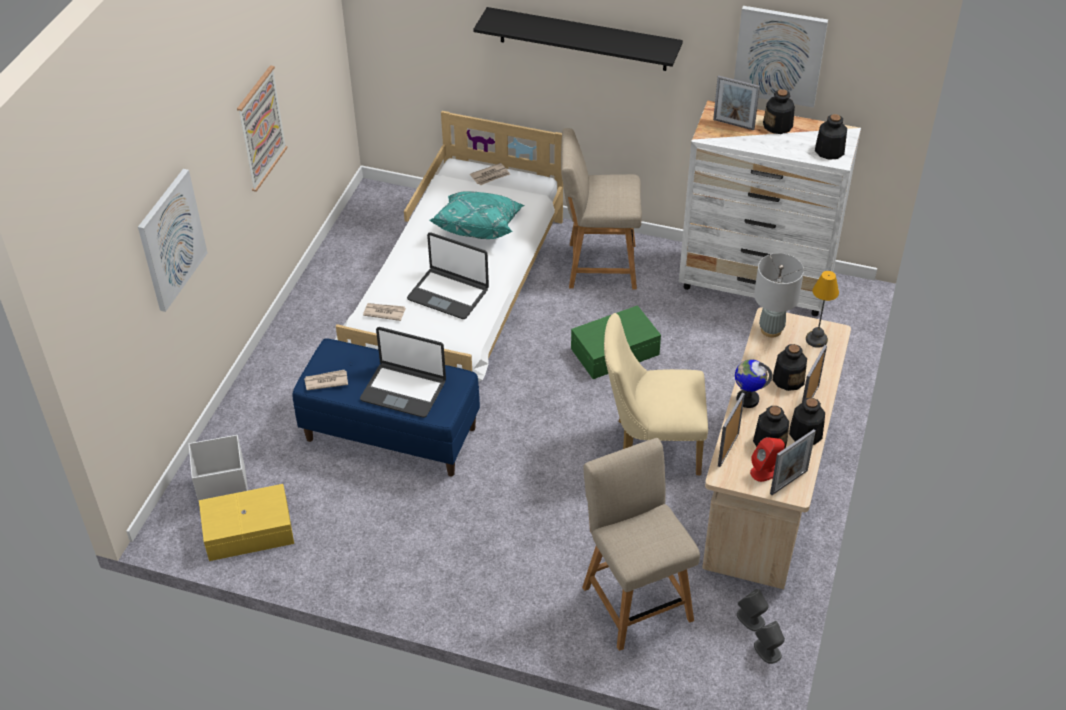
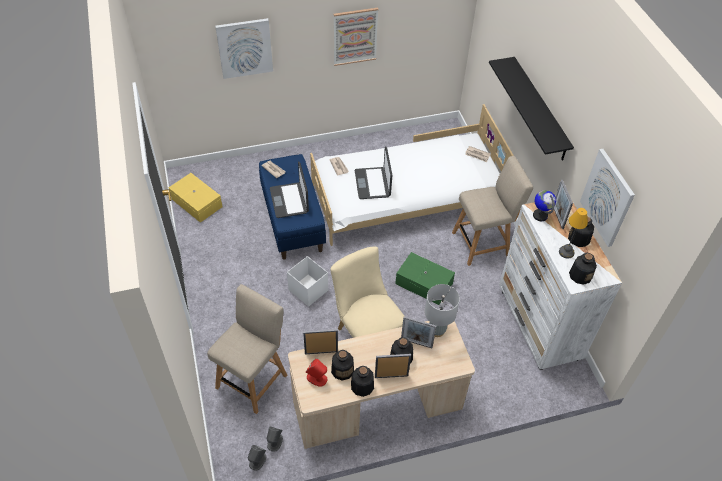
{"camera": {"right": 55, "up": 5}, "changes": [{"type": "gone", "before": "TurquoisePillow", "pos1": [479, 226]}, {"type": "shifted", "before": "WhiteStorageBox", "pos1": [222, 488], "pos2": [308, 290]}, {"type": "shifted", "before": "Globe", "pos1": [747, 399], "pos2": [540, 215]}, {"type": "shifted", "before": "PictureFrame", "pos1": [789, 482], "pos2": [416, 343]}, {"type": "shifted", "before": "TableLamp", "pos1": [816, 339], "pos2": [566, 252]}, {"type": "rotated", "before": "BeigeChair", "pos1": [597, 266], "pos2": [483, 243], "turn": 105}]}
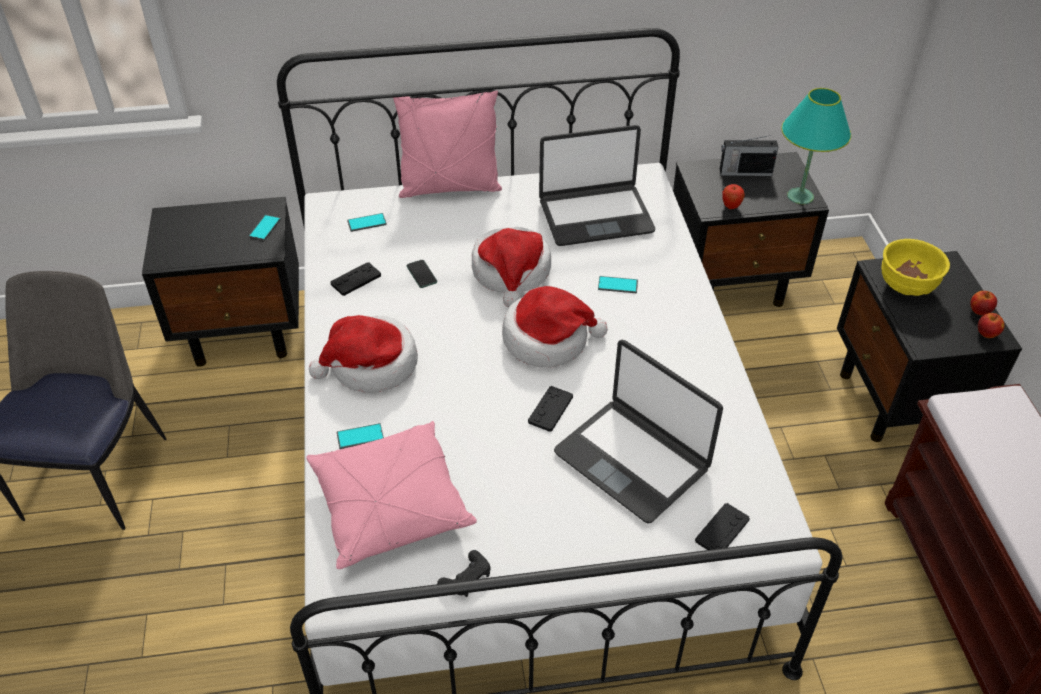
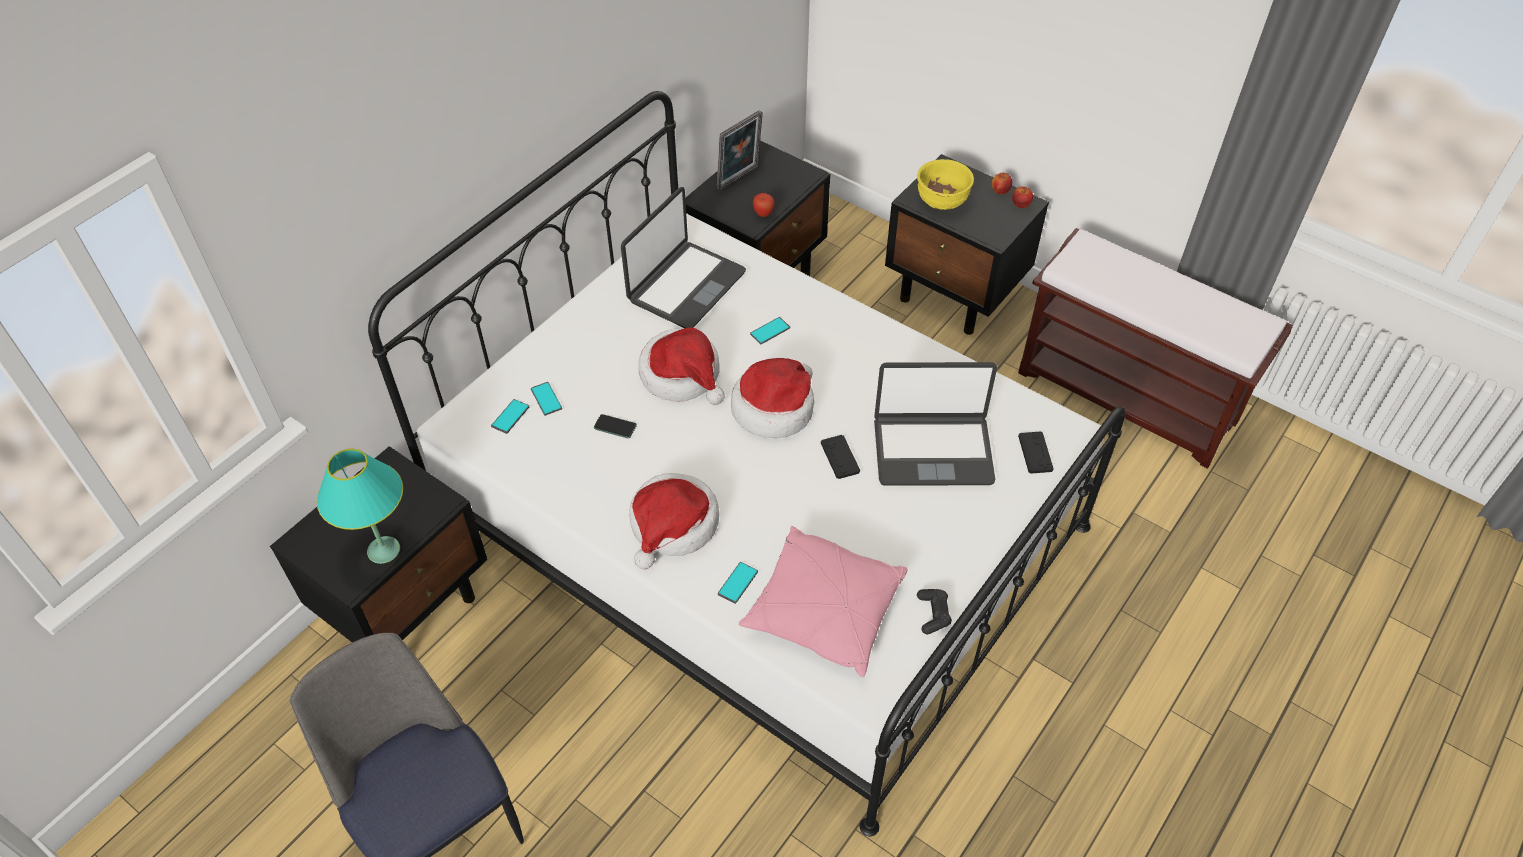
{"camera": {"right": -45, "up": 5}, "changes": [{"type": "gone", "before": "BlackGameController", "pos1": [356, 280]}, {"type": "gone", "before": "PinkPillow", "pos1": [450, 187]}, {"type": "shifted", "before": "Phone", "pos1": [265, 228], "pos2": [546, 399]}, {"type": "shifted", "before": "TurquoiseTableLamp", "pos1": [800, 196], "pos2": [383, 550]}, {"type": "swapped", "before": "Radio", "after": "PictureFrame", "pos1": [744, 172], "pos2": [739, 179]}]}
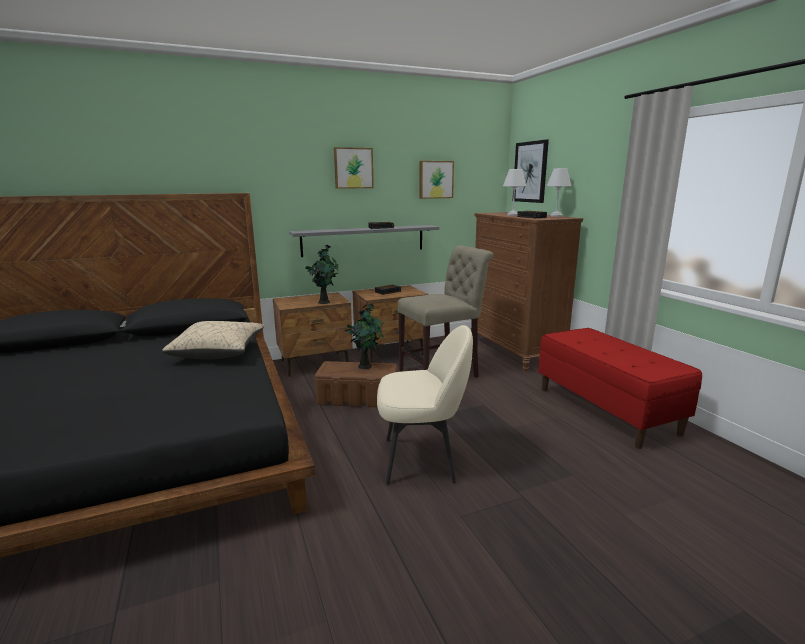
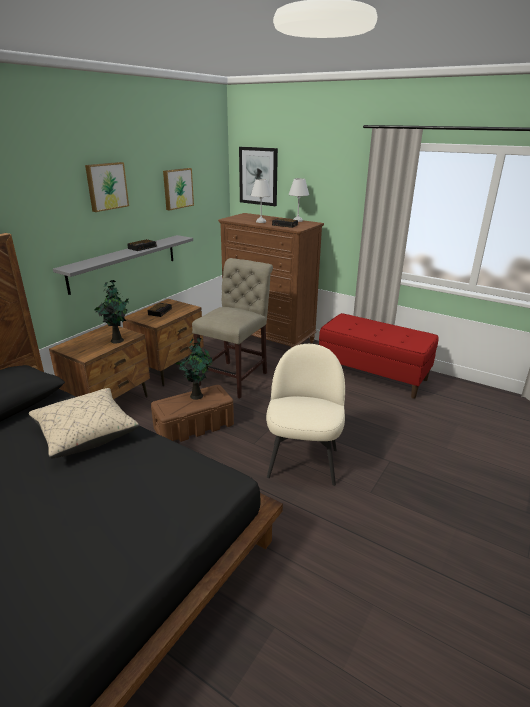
{"camera": {"right": -35, "up": 10}, "changes": [{"type": "rotated", "before": "BeigeChair", "pos1": [421, 459], "pos2": [303, 461], "turn": -45}]}
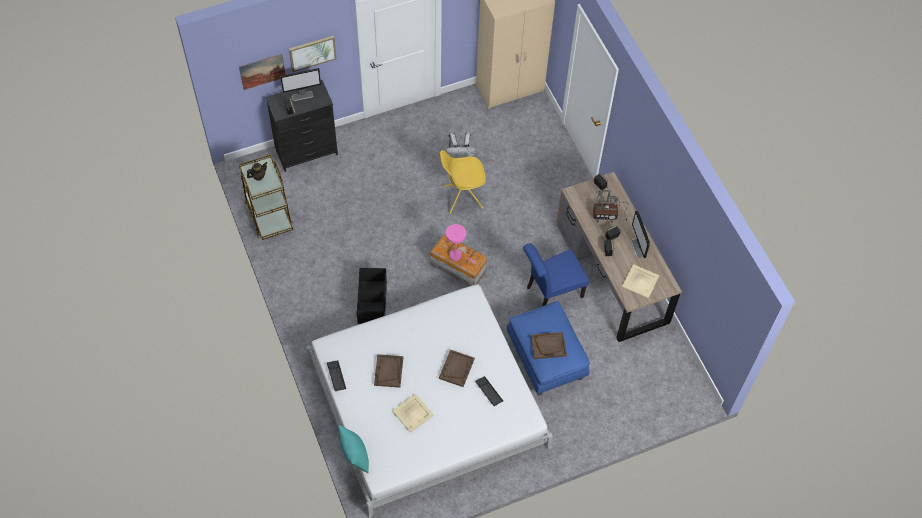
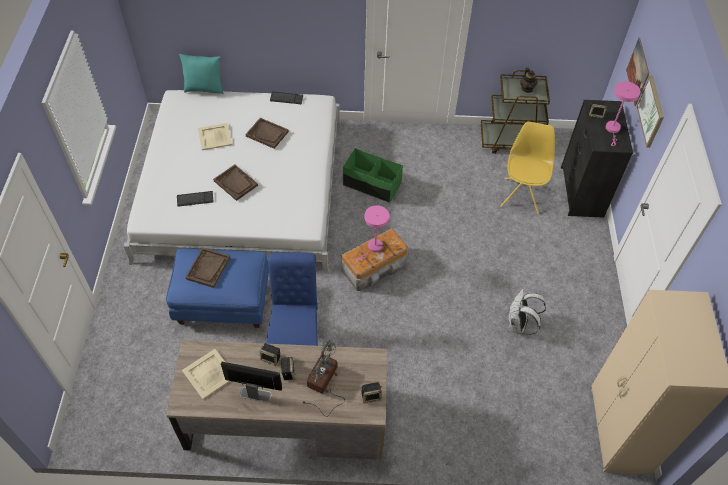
{"camera": {"right": 115, "up": -5}, "changes": [{"type": "shifted", "before": "YellowChair", "pos1": [462, 197], "pos2": [521, 195]}, {"type": "swapped", "before": "Monitor", "after": "PinkTableLamp", "pos1": [302, 96], "pos2": [613, 130]}, {"type": "repainted", "before": "BlackStorageBox", "after": "GreenStorageBox", "pos1": [372, 302], "pos2": [372, 184]}]}
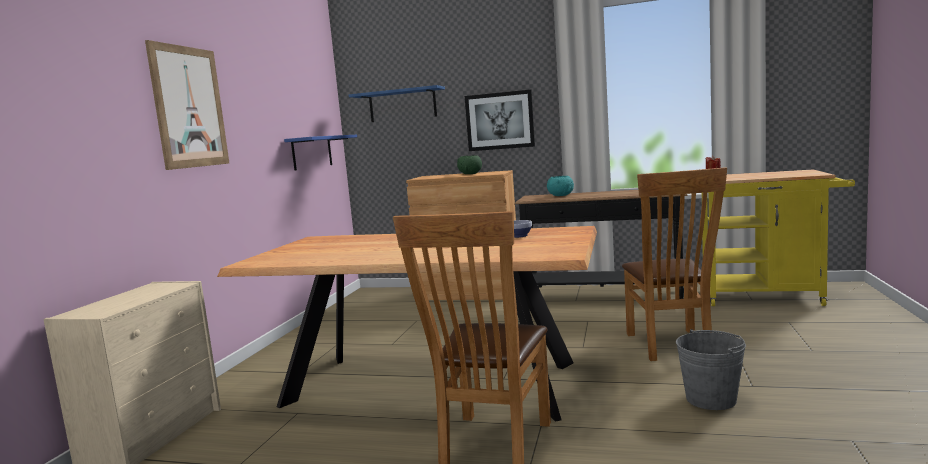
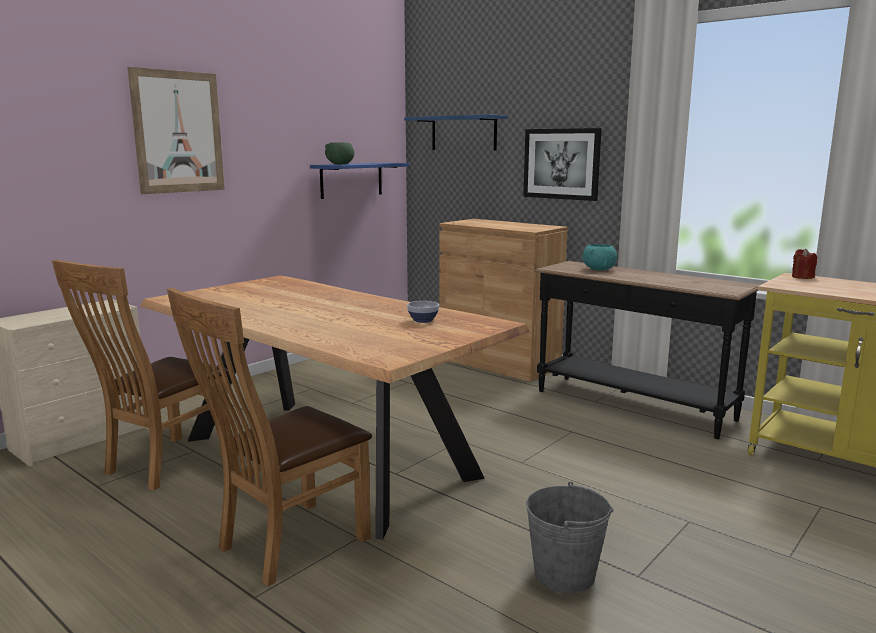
{"camera": {"right": 25, "up": 5}, "changes": [{"type": "shifted", "before": "GreenBowl", "pos1": [470, 174], "pos2": [340, 164]}, {"type": "shifted", "before": "BrownChair", "pos1": [671, 346], "pos2": [162, 465]}]}
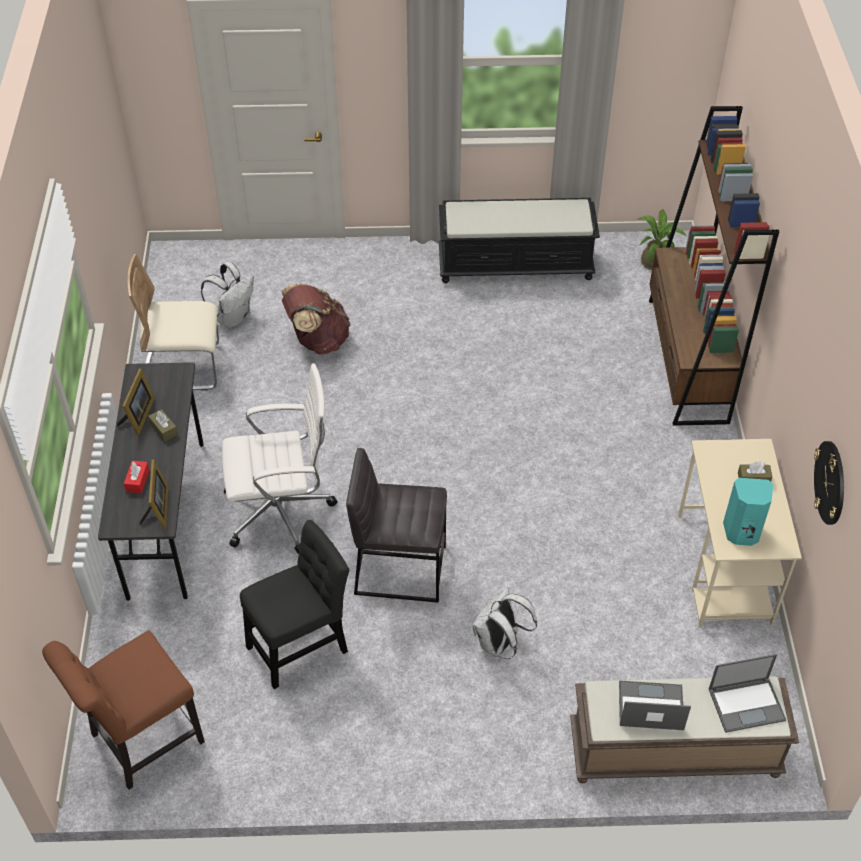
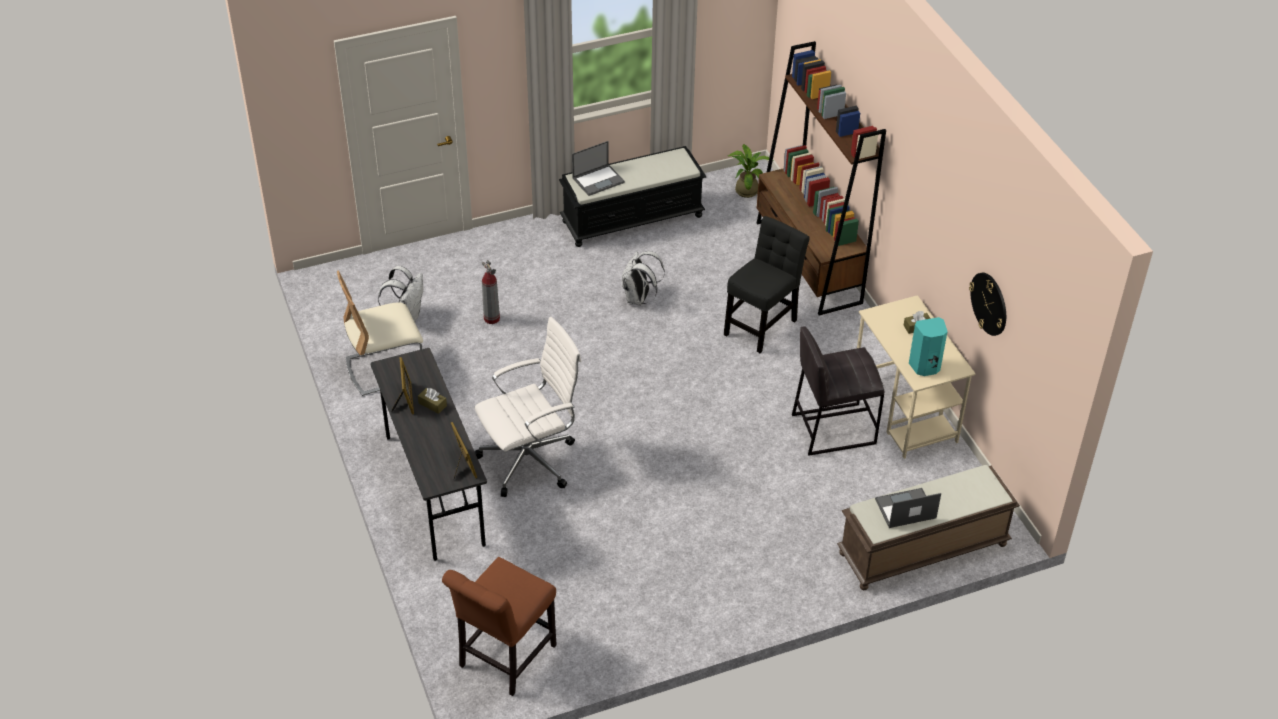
{"camera": {"right": -20, "up": -5}, "changes": [{"type": "gone", "before": "RedTissueBox", "pos1": [137, 481]}, {"type": "shifted", "before": "BlackChair", "pos1": [301, 645], "pos2": [762, 324]}, {"type": "shifted", "before": "GreyStool", "pos1": [399, 569], "pos2": [832, 428]}, {"type": "shifted", "before": "WhiteBackpack", "pos1": [499, 644], "pos2": [639, 299]}, {"type": "shifted", "before": "Laptop", "pos1": [747, 704], "pos2": [598, 180]}, {"type": "swapped", "before": "BrownBackpack", "after": "FireExtinguisher", "pos1": [317, 340], "pos2": [491, 318]}]}
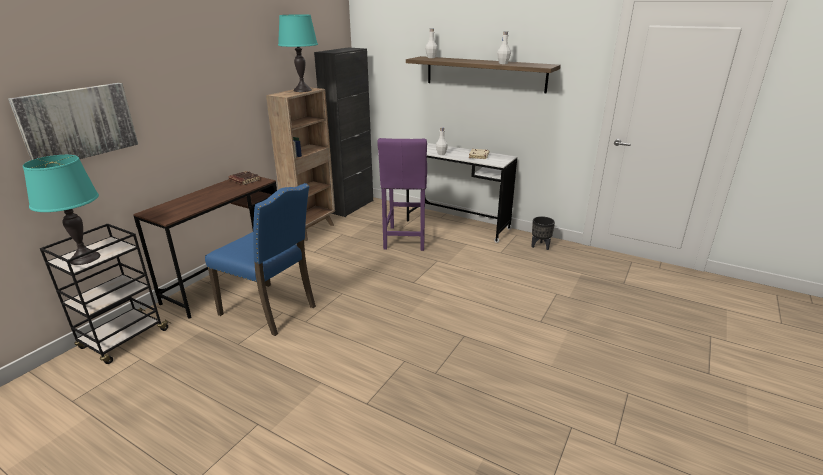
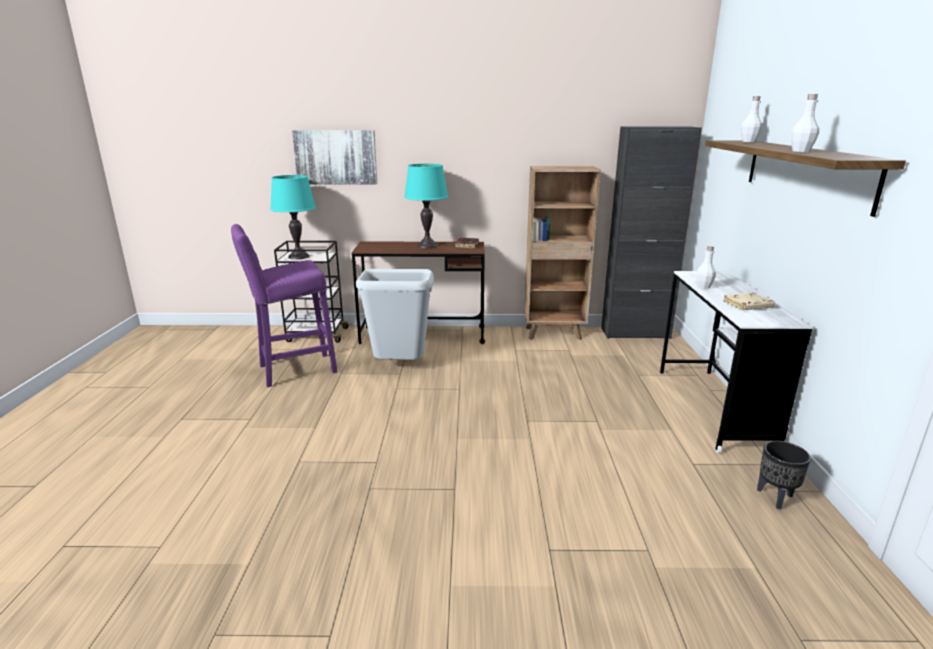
{"camera": {"right": 60, "up": -5}, "changes": [{"type": "shifted", "before": "TurquoiseTableLamp", "pos1": [302, 90], "pos2": [427, 246]}, {"type": "shifted", "before": "PurpleStool", "pos1": [405, 240], "pos2": [293, 370]}, {"type": "swapped", "before": "BlueChair", "after": "GreyTrashCan", "pos1": [271, 310], "pos2": [399, 367]}]}
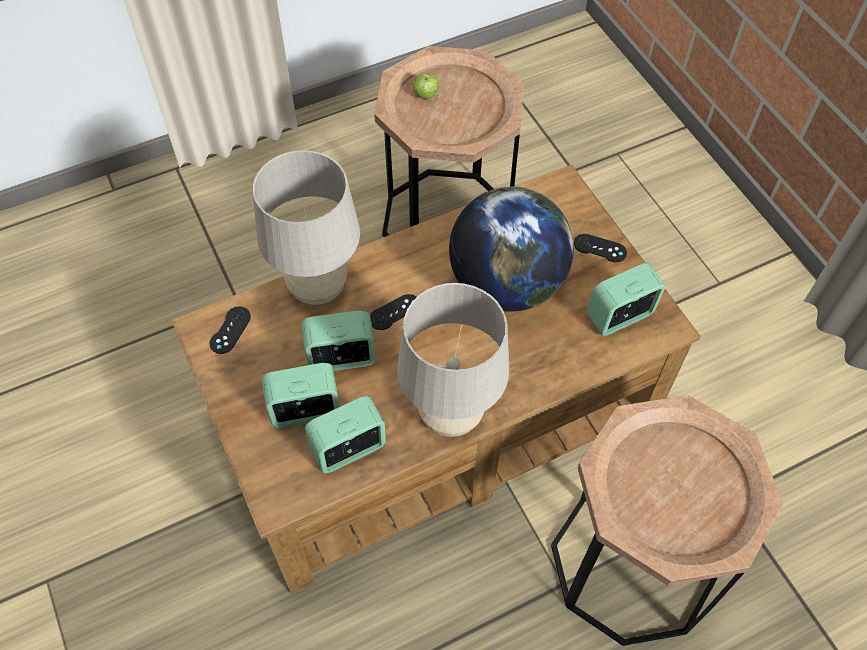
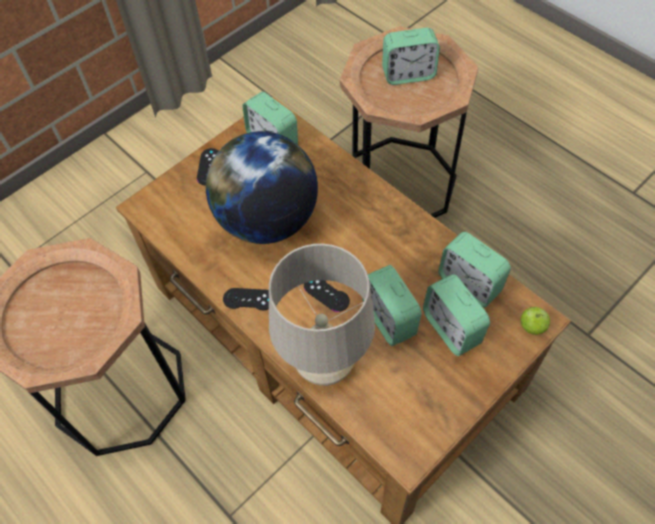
{"camera": {"right": -105, "up": 0}, "changes": [{"type": "gone", "before": "BeigeTableLamp", "pos1": [451, 416]}, {"type": "new", "after": "AlarmClock", "pos2": [408, 74]}, {"type": "shifted", "before": "BlackGameController", "pos1": [230, 330], "pos2": [249, 299]}, {"type": "shifted", "before": "Apple", "pos1": [426, 95], "pos2": [532, 327]}]}
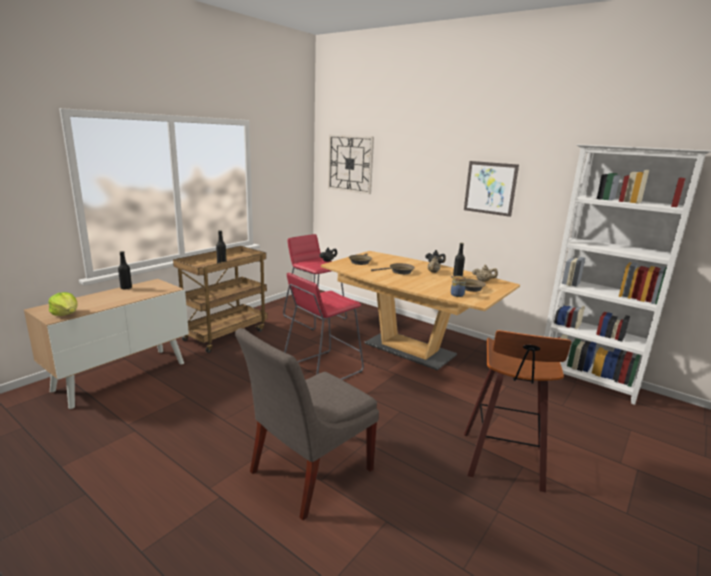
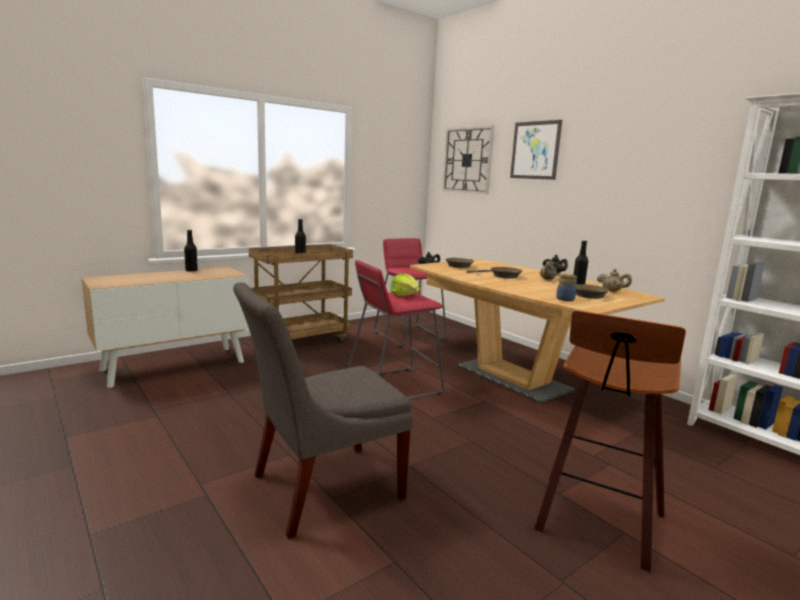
{"camera": {"right": 15, "up": -5}, "changes": [{"type": "shifted", "before": "Lettuce", "pos1": [66, 314], "pos2": [405, 295]}, {"type": "shifted", "before": "Picture", "pos1": [490, 188], "pos2": [535, 150]}]}
